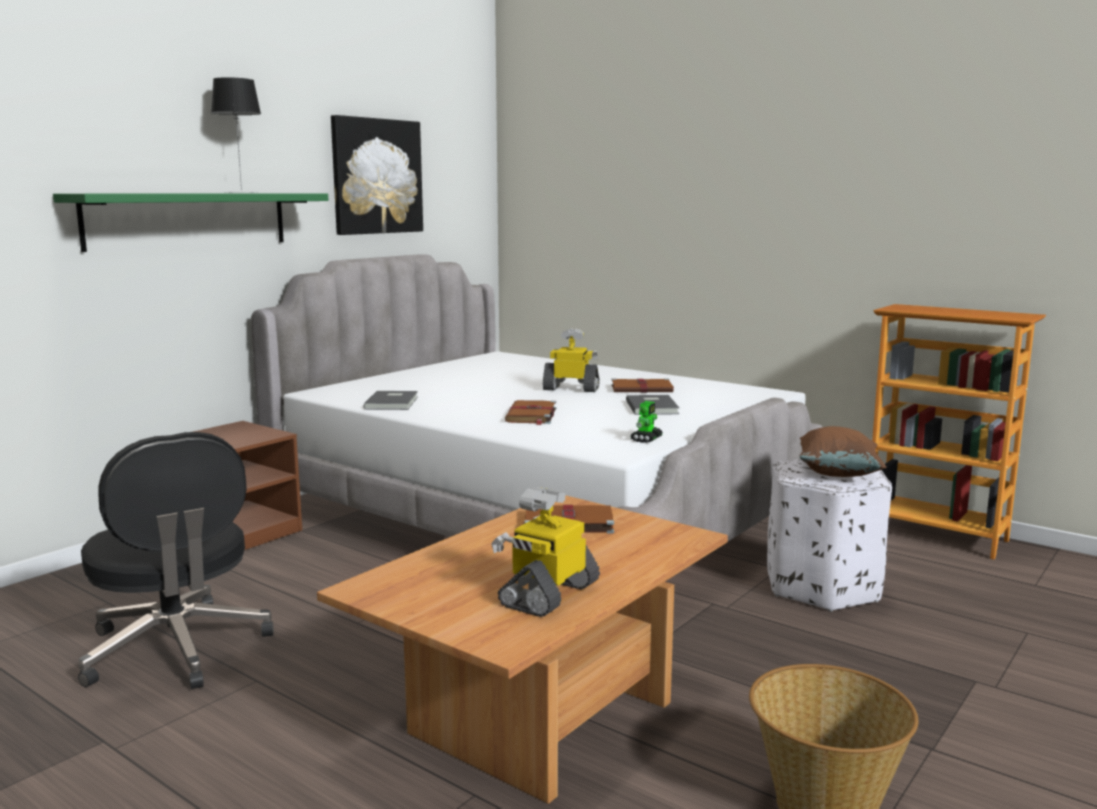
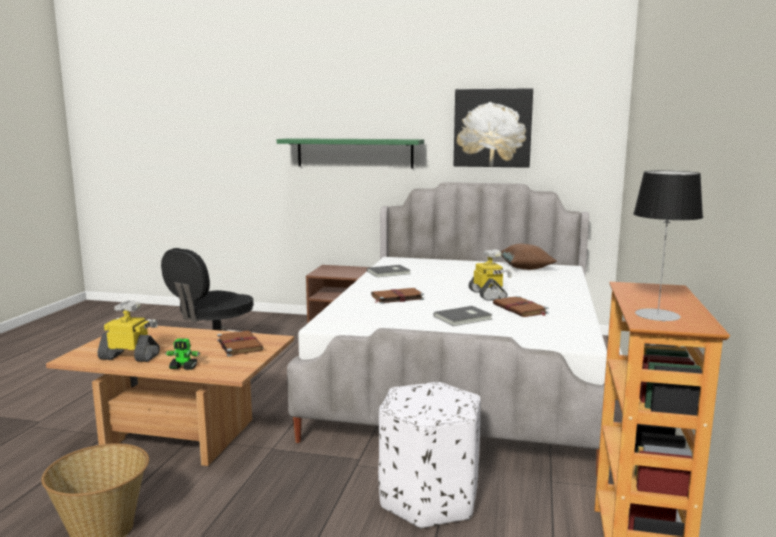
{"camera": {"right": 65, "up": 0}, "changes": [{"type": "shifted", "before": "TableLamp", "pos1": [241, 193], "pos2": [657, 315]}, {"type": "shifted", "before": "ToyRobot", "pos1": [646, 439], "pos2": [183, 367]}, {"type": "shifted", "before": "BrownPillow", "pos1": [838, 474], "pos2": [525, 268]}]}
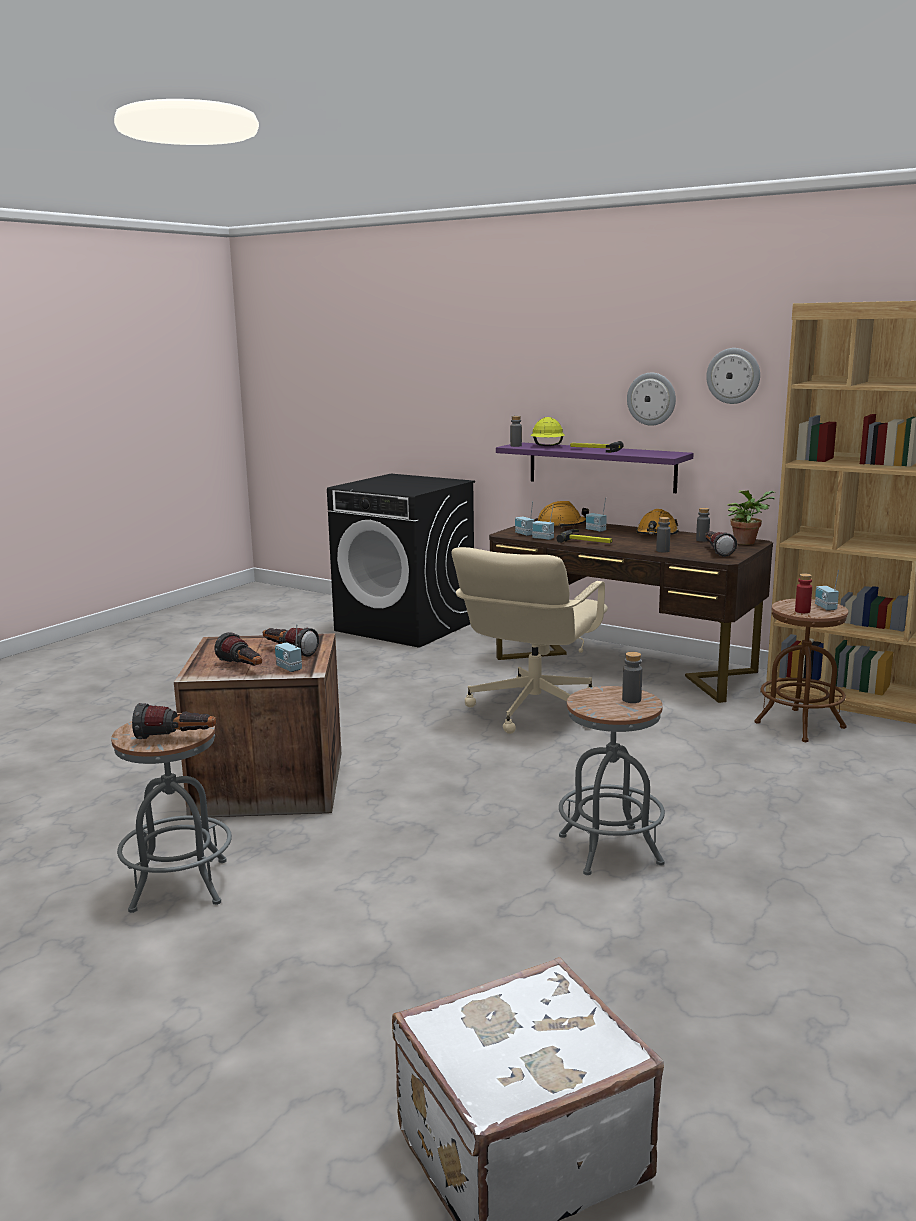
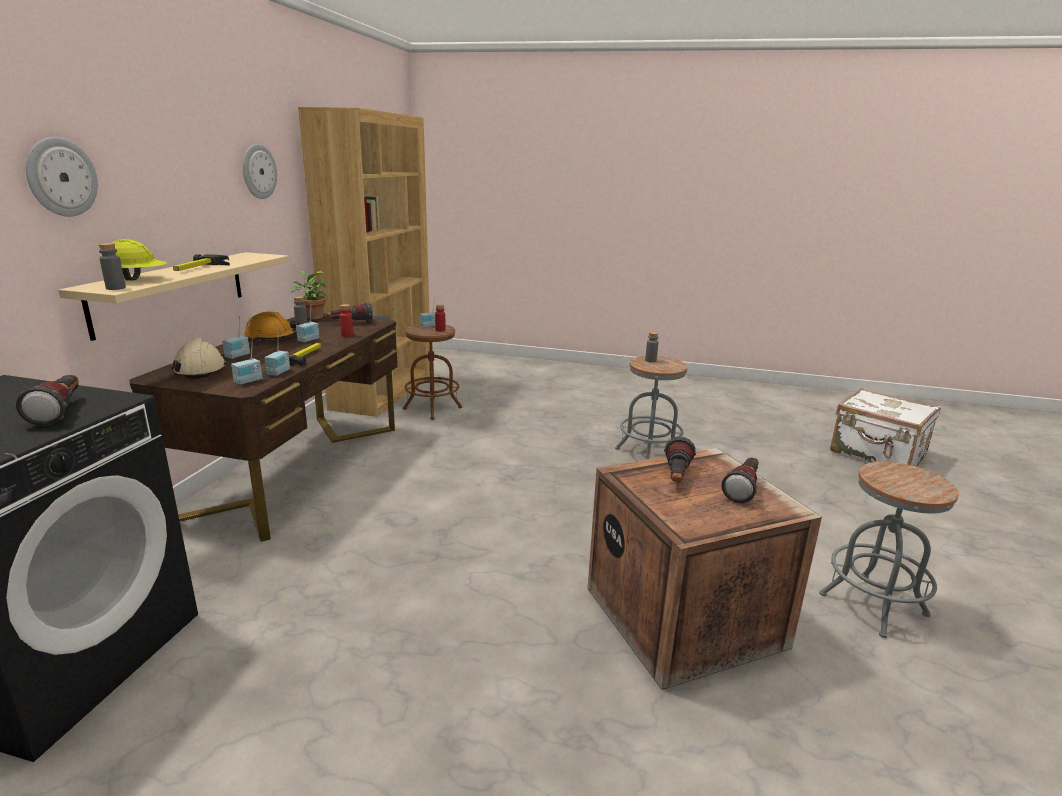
{"camera": {"right": -110, "up": 5}, "changes": [{"type": "gone", "before": "BeigeOfficeChair", "pos1": [532, 710]}, {"type": "shifted", "before": "Flashlight", "pos1": [176, 738], "pos2": [61, 411]}, {"type": "shifted", "before": "Radio", "pos1": [288, 668], "pos2": [309, 340]}, {"type": "shifted", "before": "WallClock", "pos1": [651, 399], "pos2": [61, 177]}, {"type": "repainted", "before": "PurpleShelf", "after": "BeigeShelf", "pos1": [601, 467], "pos2": [171, 292]}, {"type": "repainted", "before": "OrangeHardHat", "after": "BeigeHardHat", "pos1": [562, 525], "pos2": [200, 369]}, {"type": "repainted", "before": "GreyBottle", "after": "RedBottle", "pos1": [662, 551], "pos2": [347, 335]}]}
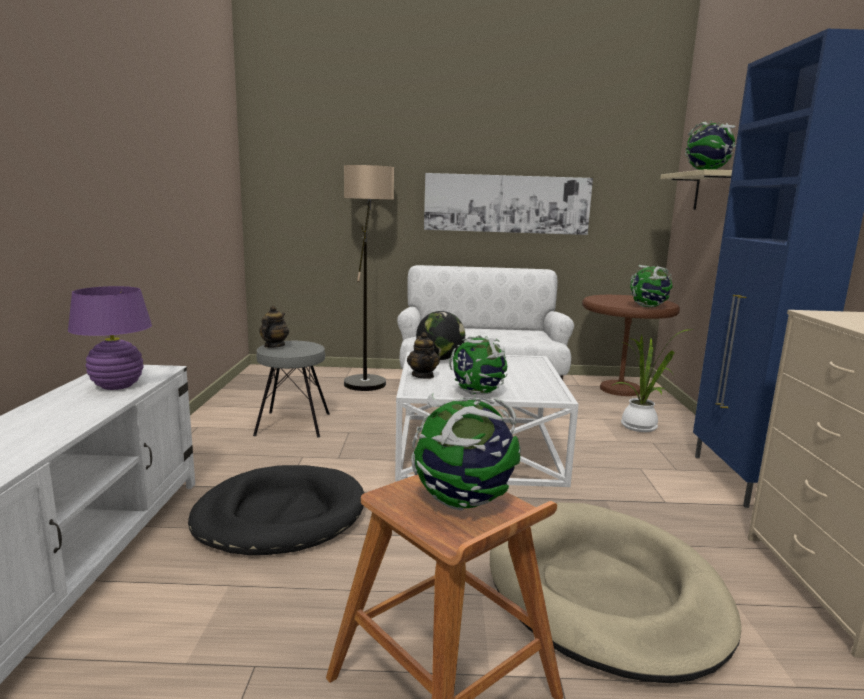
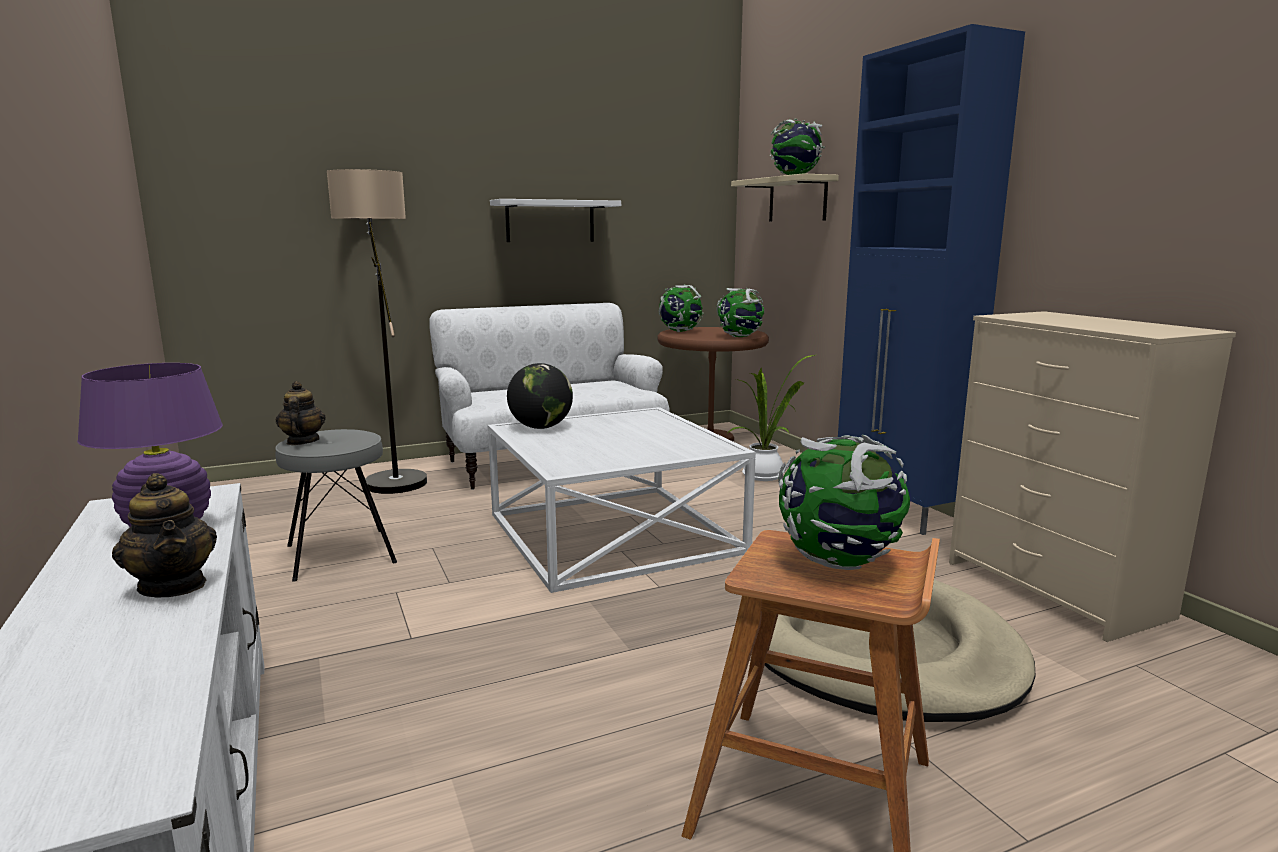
{"camera": {"right": -25, "up": 0}, "changes": [{"type": "gone", "before": "BlackDogBed", "pos1": [280, 516]}, {"type": "shifted", "before": "Teapot", "pos1": [423, 376], "pos2": [174, 586]}, {"type": "shifted", "before": "Globe", "pos1": [477, 393], "pos2": [680, 331]}, {"type": "swapped", "before": "Picture", "after": "WhiteShelf", "pos1": [506, 204], "pos2": [550, 221]}]}
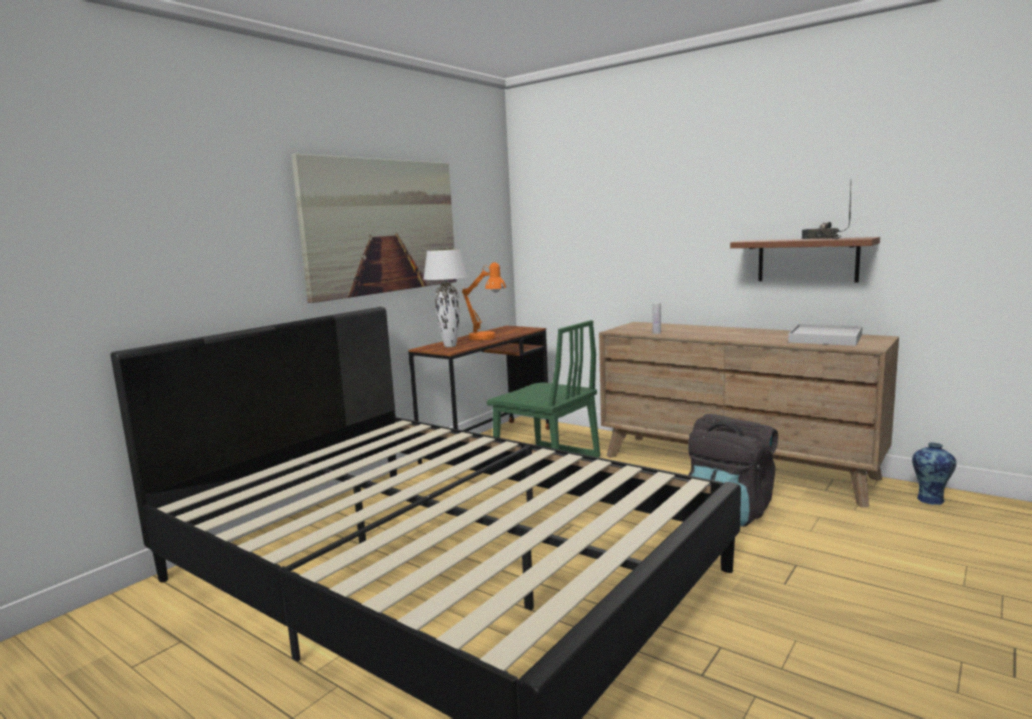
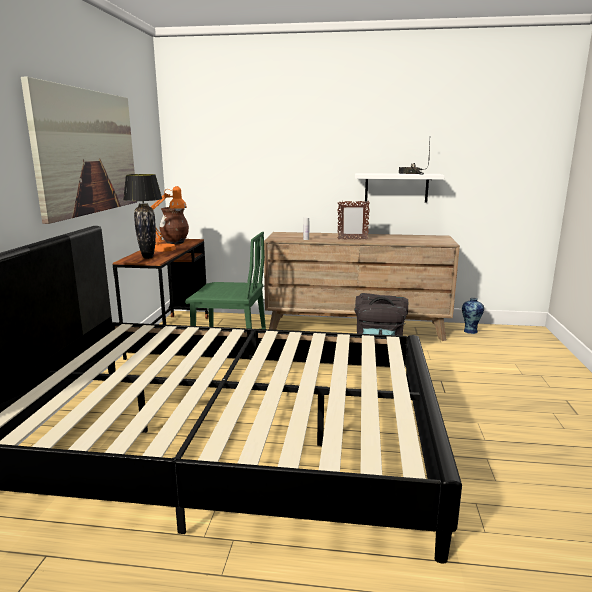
{"camera": {"right": -30, "up": 5}, "changes": [{"type": "gone", "before": "WhiteTray", "pos1": [825, 338]}, {"type": "new", "after": "BrownVase", "pos2": [175, 243]}, {"type": "new", "after": "PictureFrame", "pos2": [352, 239]}, {"type": "repainted", "before": "WhiteTableLamp", "after": "BlackTableLamp", "pos1": [450, 346], "pos2": [148, 257]}, {"type": "repainted", "before": "BrownShelf", "after": "WhiteShelf", "pos1": [807, 260], "pos2": [396, 187]}]}
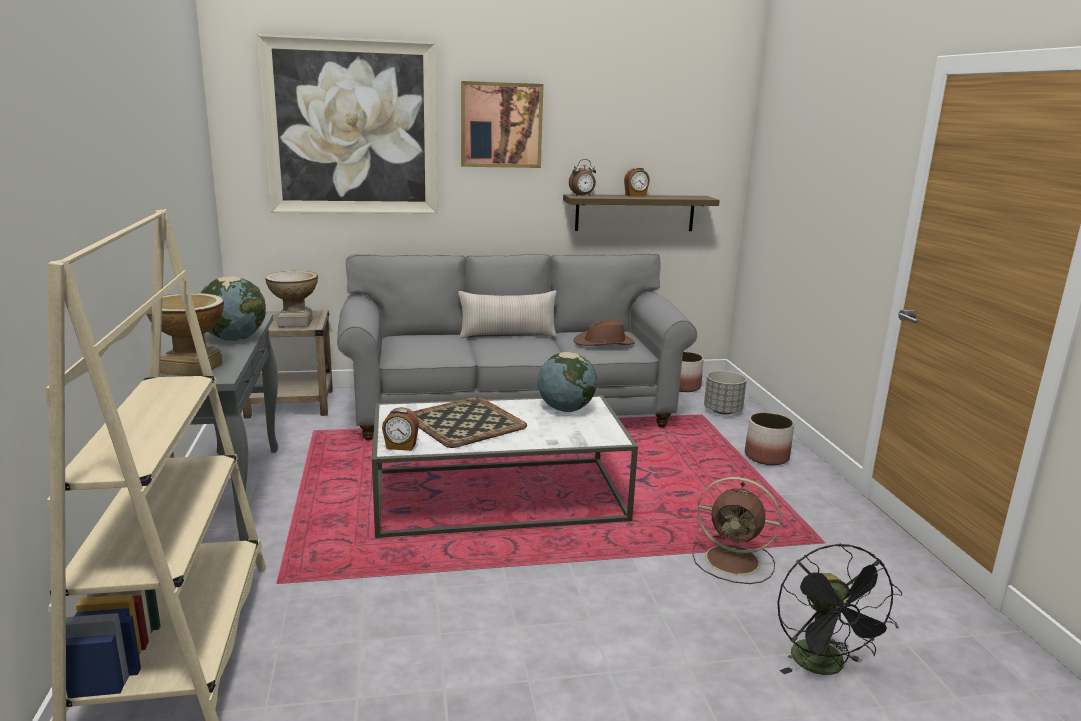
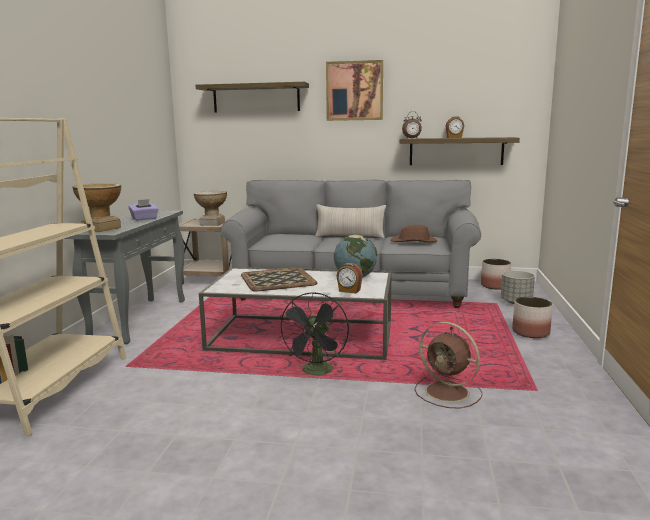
{"camera": {"right": 20, "up": -5}, "changes": [{"type": "shifted", "before": "AlarmClock", "pos1": [401, 446], "pos2": [349, 291]}, {"type": "shifted", "before": "BlackFan", "pos1": [824, 667], "pos2": [317, 373]}, {"type": "swapped", "before": "Globe", "after": "PurpleTissueBox", "pos1": [235, 339], "pos2": [144, 219]}, {"type": "swapped", "before": "Picture", "after": "Shelf", "pos1": [352, 128], "pos2": [256, 98]}]}
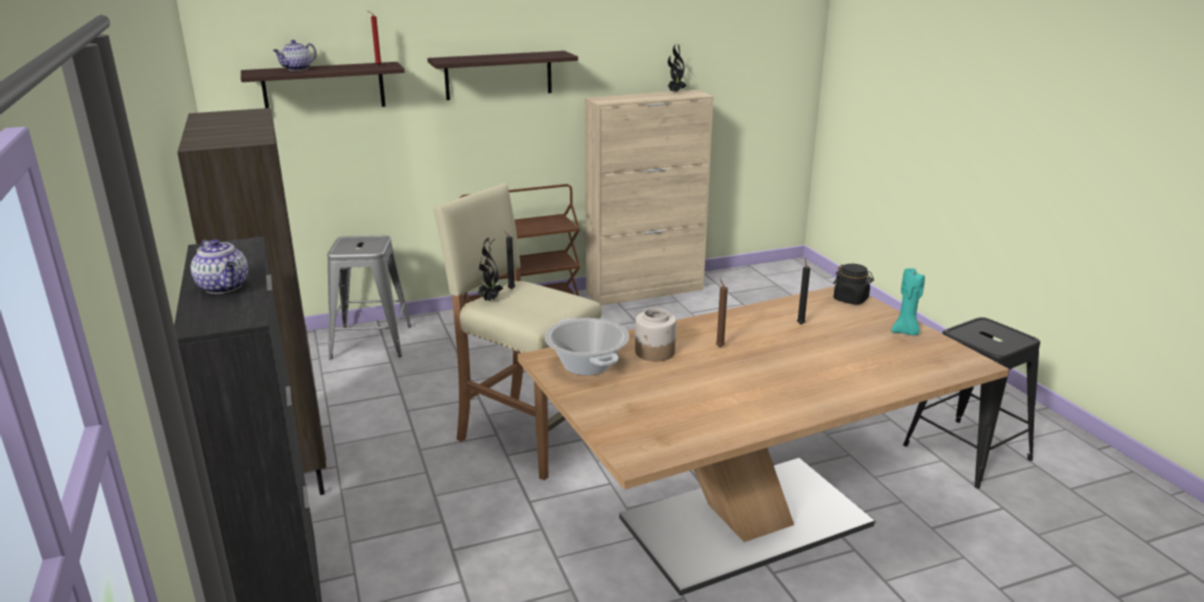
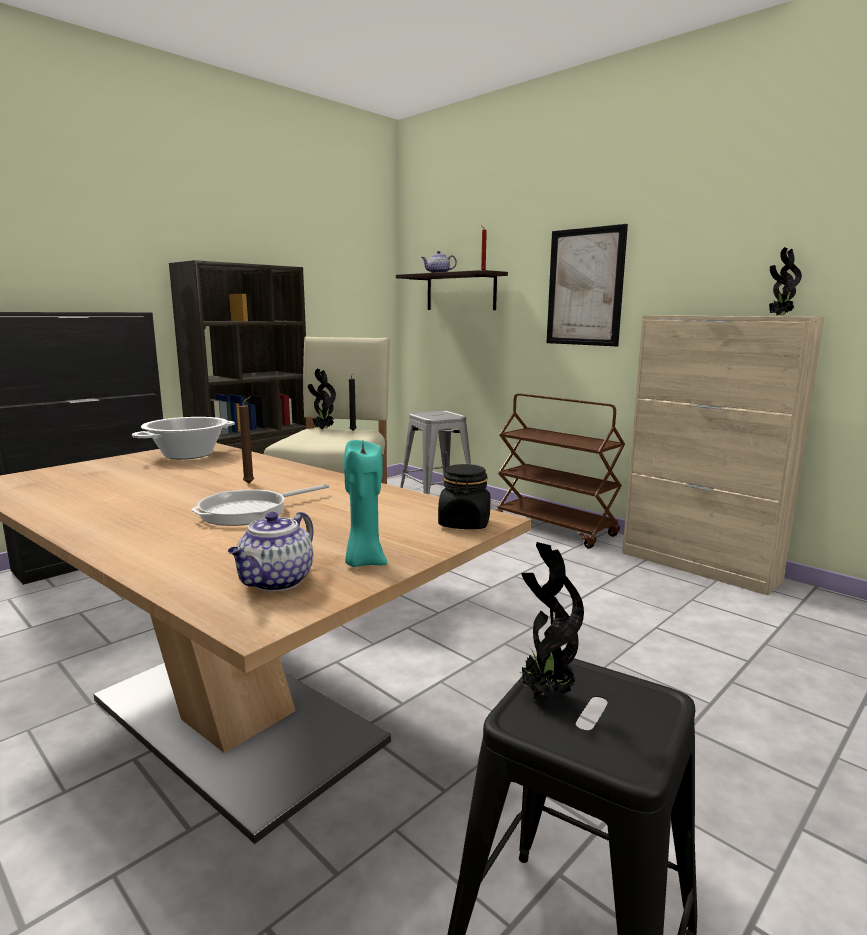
{"camera": {"right": 65, "up": -10}, "changes": [{"type": "gone", "before": "Jar", "pos1": [655, 352]}, {"type": "gone", "before": "BlackCandle", "pos1": [800, 323]}, {"type": "new", "after": "FryingPan", "pos2": [250, 511]}, {"type": "new", "after": "PottedPlant", "pos2": [544, 695]}, {"type": "shifted", "before": "Teapot", "pos1": [224, 287], "pos2": [276, 582]}, {"type": "swapped", "before": "Shelf", "after": "Picture", "pos1": [498, 75], "pos2": [585, 287]}]}
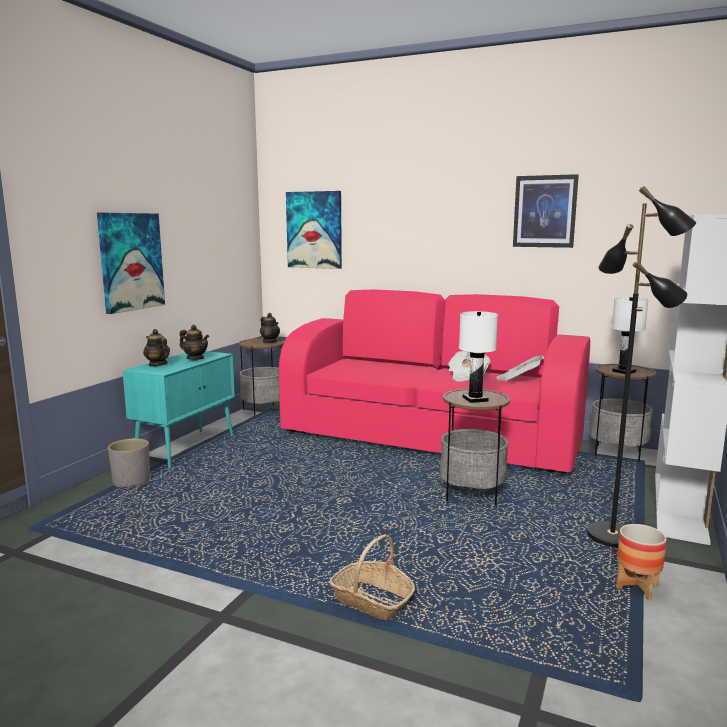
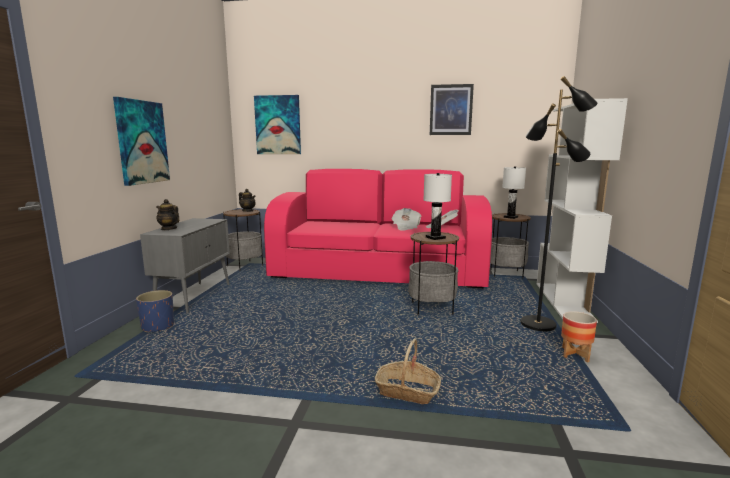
{"camera": {"right": -15, "up": 0}, "changes": [{"type": "gone", "before": "Teapot", "pos1": [195, 358]}, {"type": "repainted", "before": "GreyPlanter", "after": "BluePlanter", "pos1": [132, 481], "pos2": [158, 326]}, {"type": "repainted", "before": "TurquoiseCabinet", "after": "GreyCabinet", "pos1": [187, 448], "pos2": [194, 297]}]}
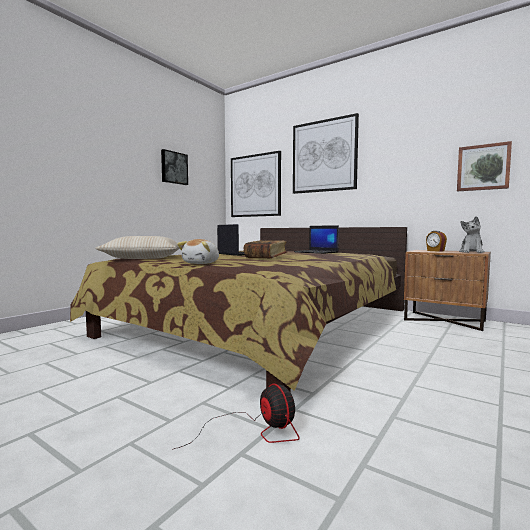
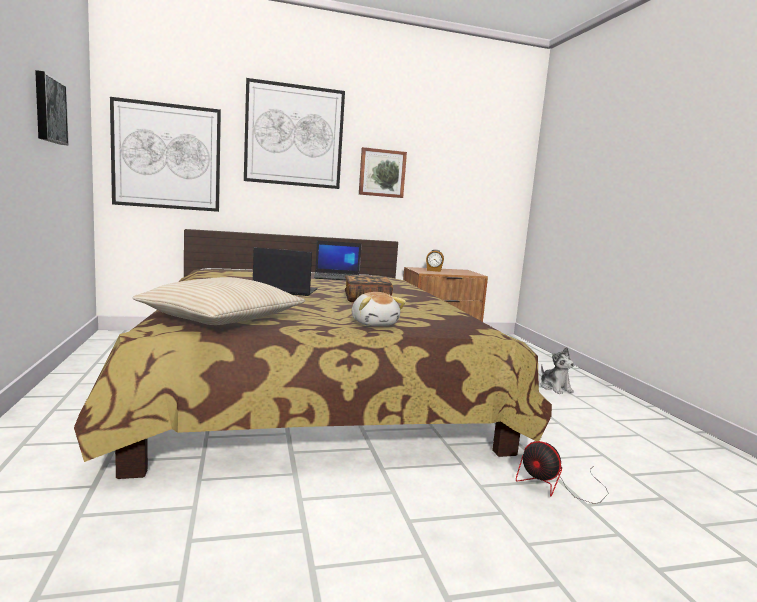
{"camera": {"right": -50, "up": 5}, "changes": [{"type": "shifted", "before": "Picture", "pos1": [483, 167], "pos2": [382, 173]}, {"type": "shifted", "before": "PlushToy", "pos1": [471, 252], "pos2": [555, 388]}, {"type": "rotated", "before": "Fan", "pos1": [255, 431], "pos2": [557, 486], "turn": -150}]}
